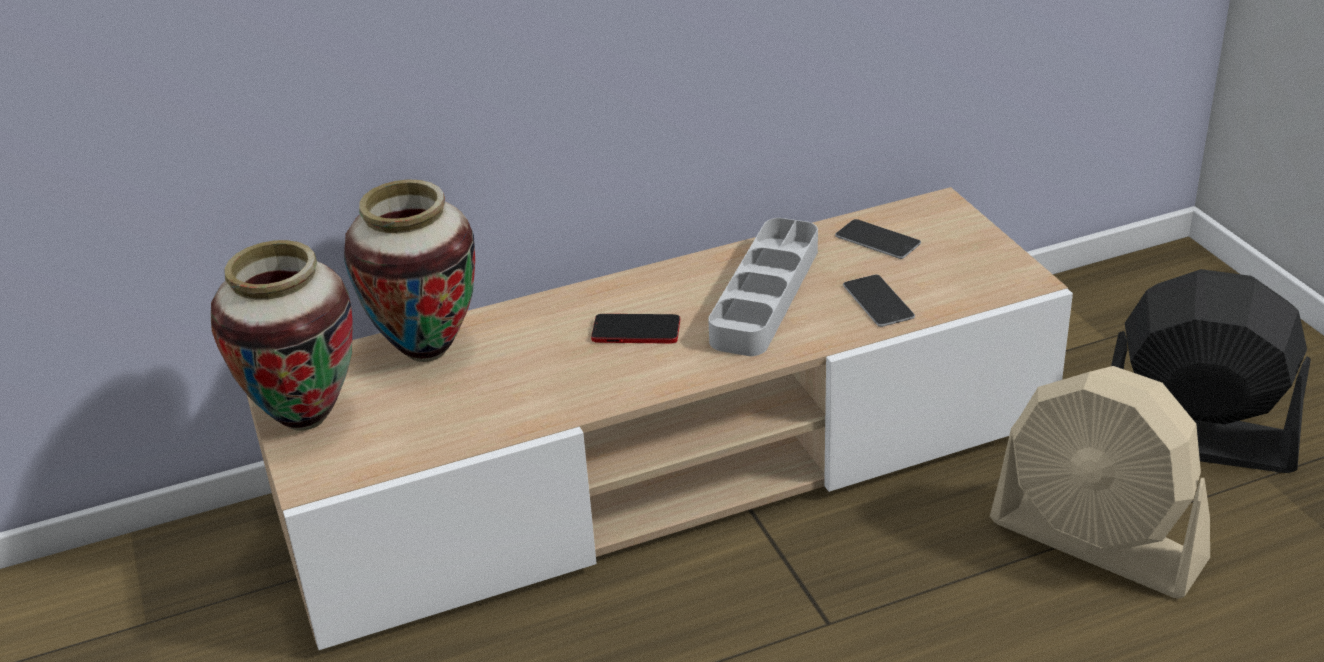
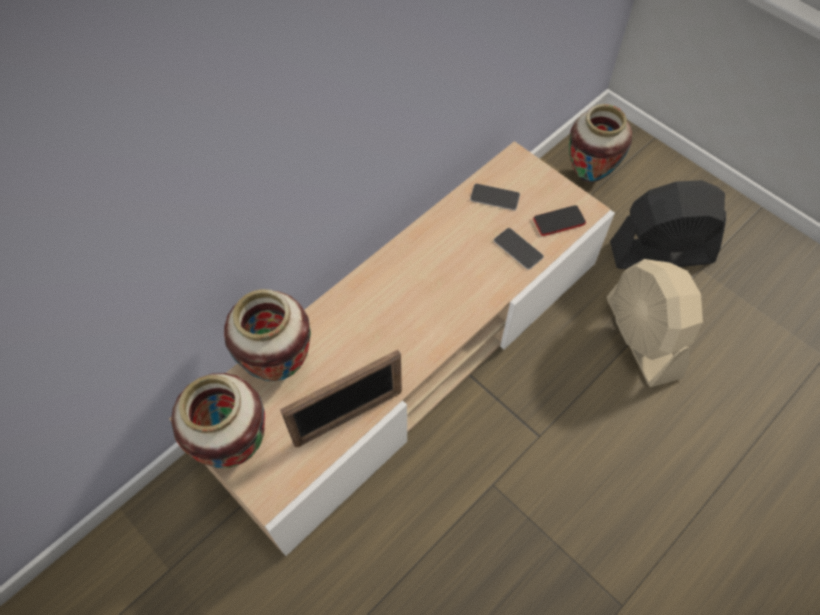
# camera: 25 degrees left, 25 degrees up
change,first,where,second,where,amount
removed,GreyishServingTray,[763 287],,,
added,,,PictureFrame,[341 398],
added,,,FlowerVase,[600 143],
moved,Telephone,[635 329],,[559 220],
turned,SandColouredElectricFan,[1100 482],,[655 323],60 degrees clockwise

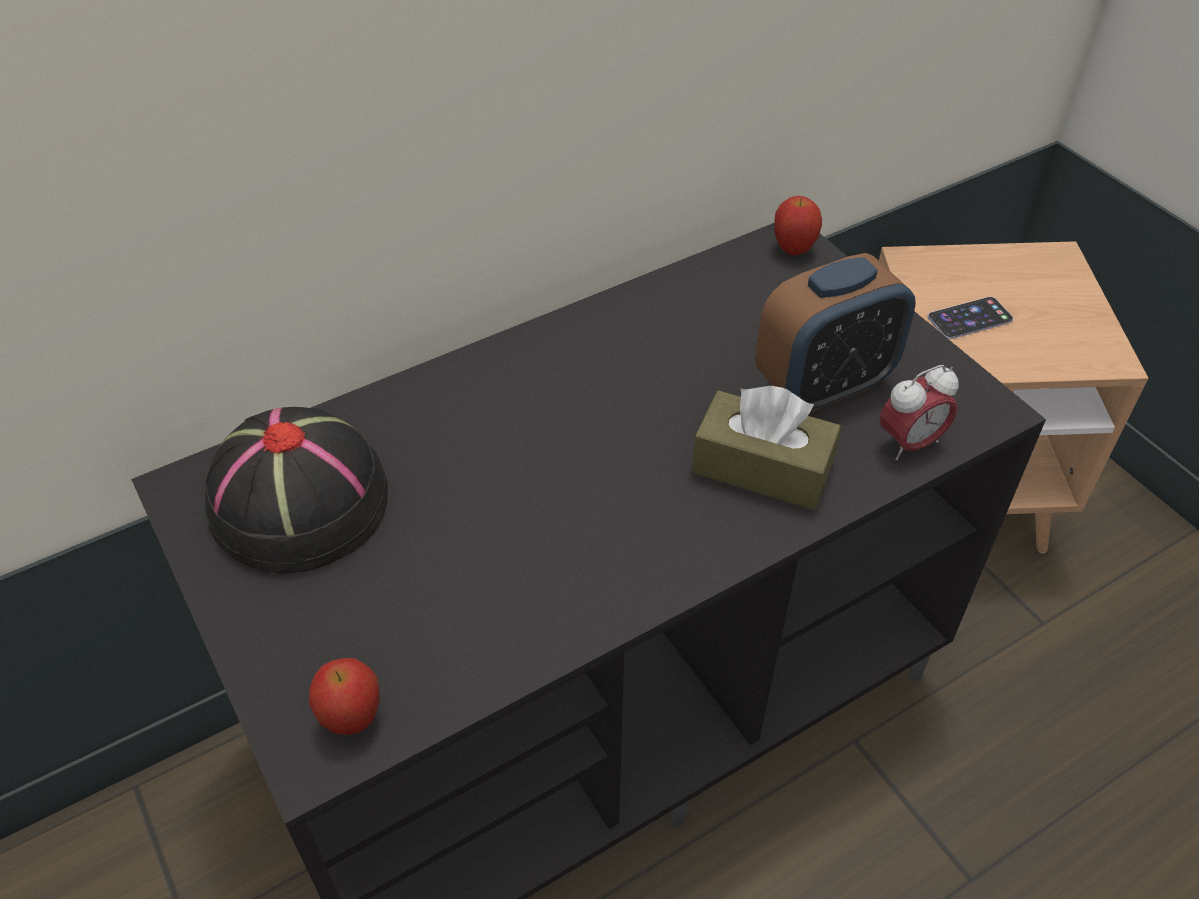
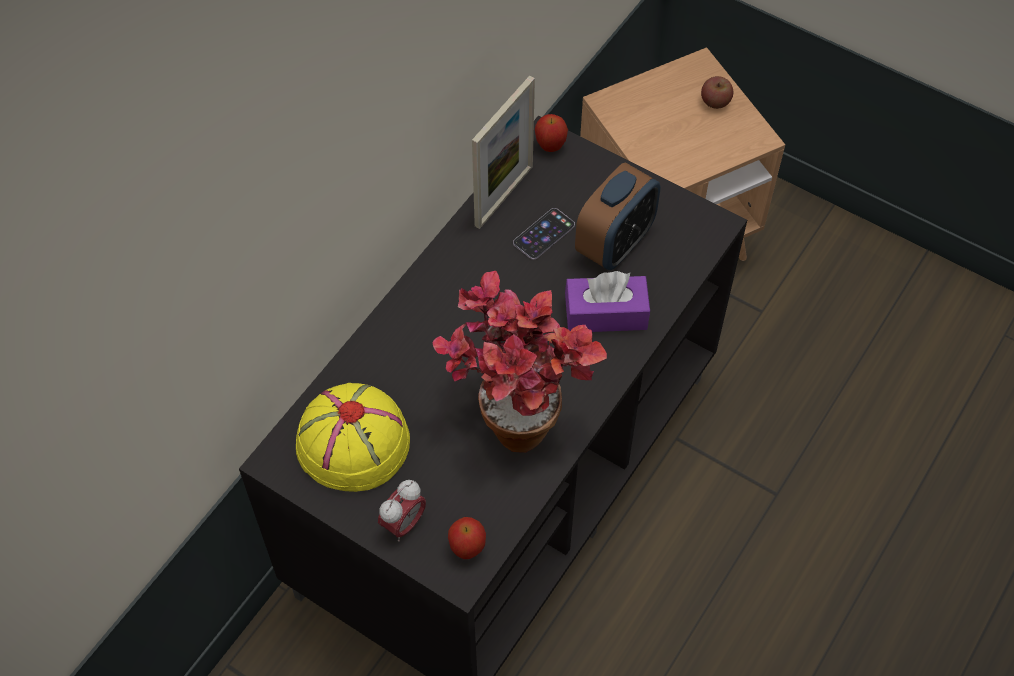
# camera: 25 degrees left, 10 degrees up
change,first,where,second,where,amount
added,,,PlantInAPot,[519 362],
added,,,PictureFrame,[503 152],
added,,,WholeApple,[717 92],
moved,AlarmClock,[919 412],,[402 511],
moved,Telephone,[970 318],,[544 234],
recoloured,BlackishClothingHat,[296 490],YellowishClothingHat,[353 437],
recoloured,BrownishTissueBox,[766 448],PurpleColouredTissueBox,[607 301],

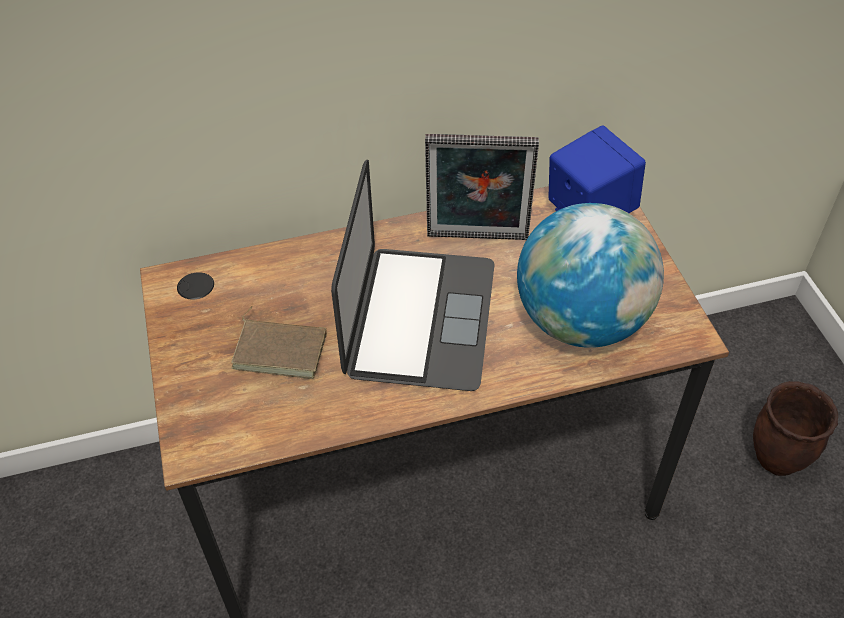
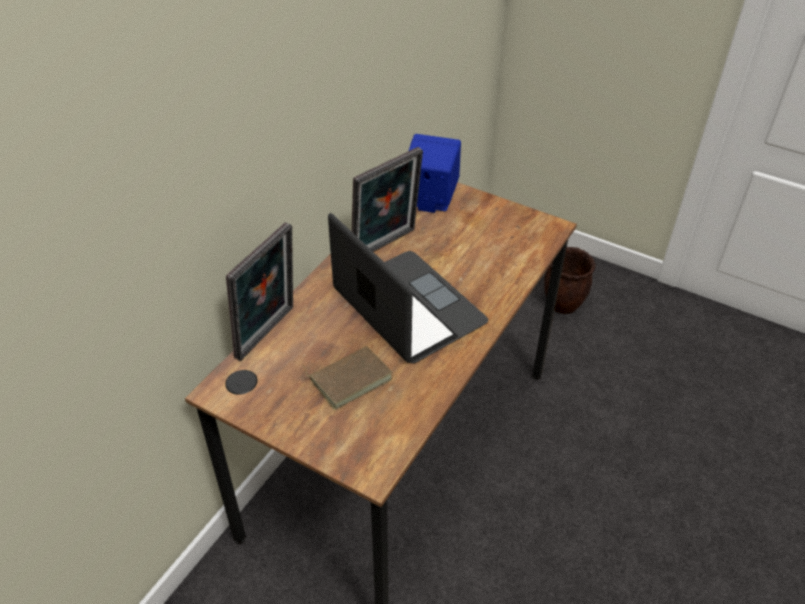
# camera: 45 degrees left, 5 degrees down
change,first,where,second,where,amount
removed,WorldGlobe,[590 275],,,
added,,,PictureFrame,[259 291],

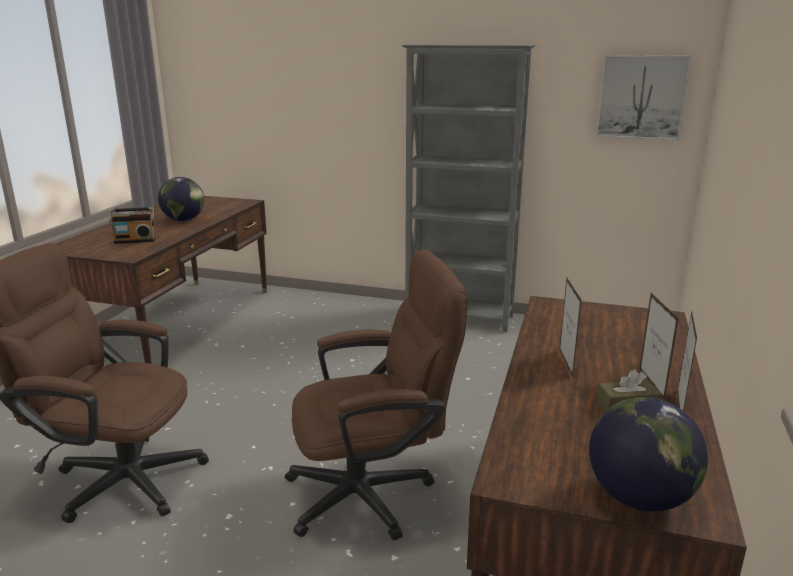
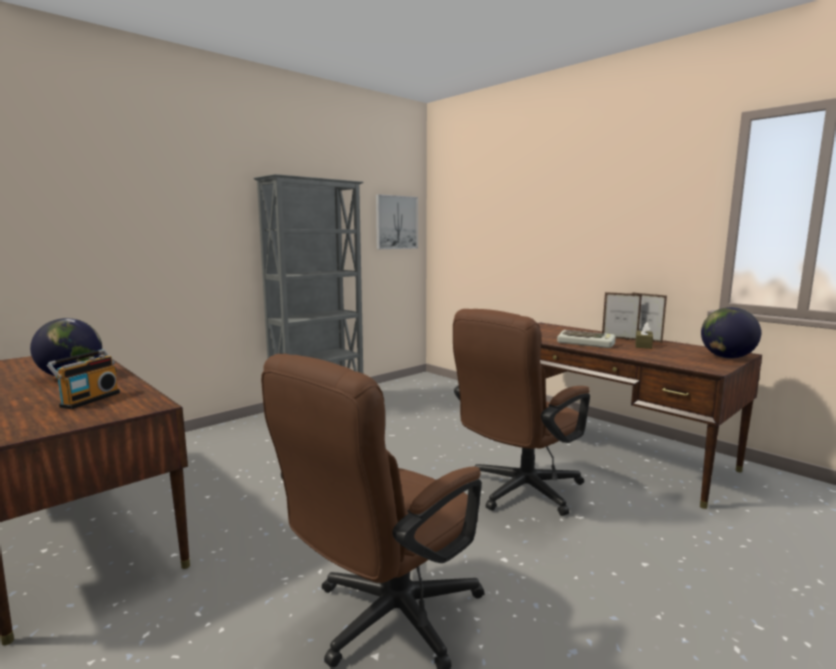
# camera: 60 degrees left, 10 degrees down
change,first,where,second,where,amount
replaced,PictureFrame,[570 327],PcKeyboard,[586 339],
turned,BrownishDeskChair,[376 395],,[521 412],150 degrees counterclockwise

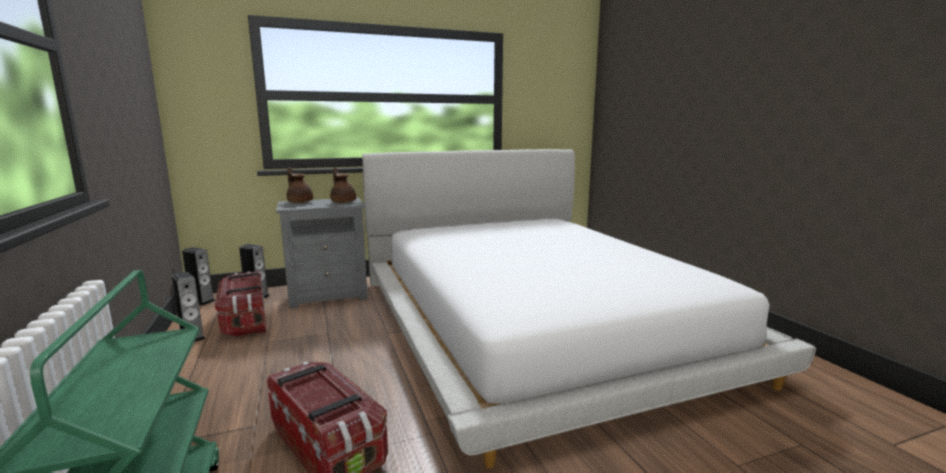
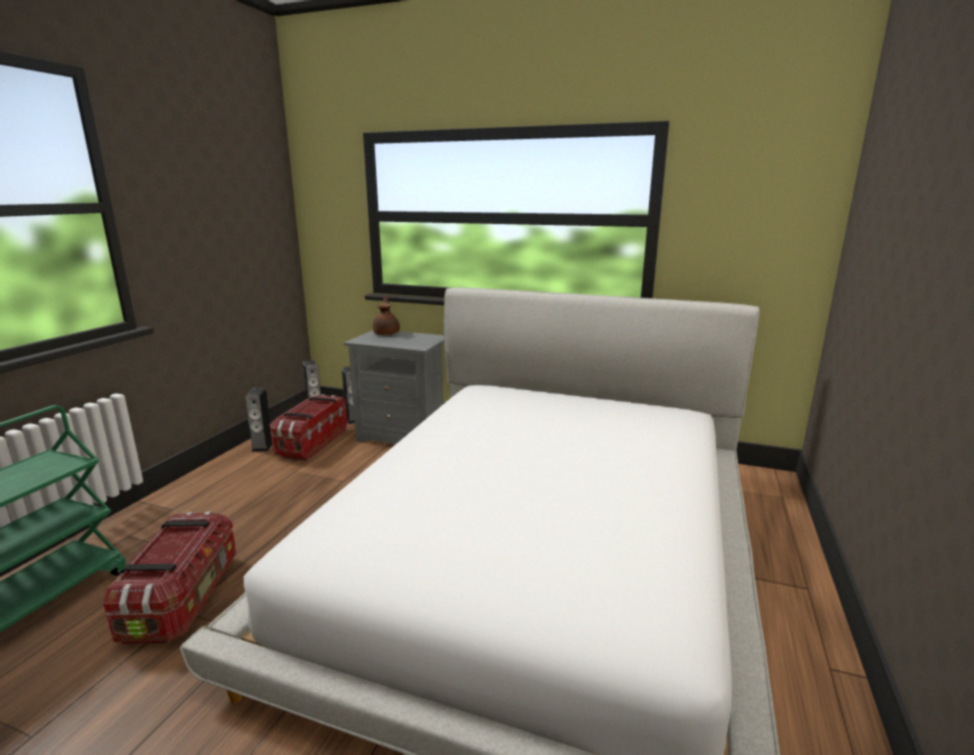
# camera: 40 degrees right, 5 degrees up
change,first,where,second,where,amount
removed,BrownishTeapot,[343 185],,,

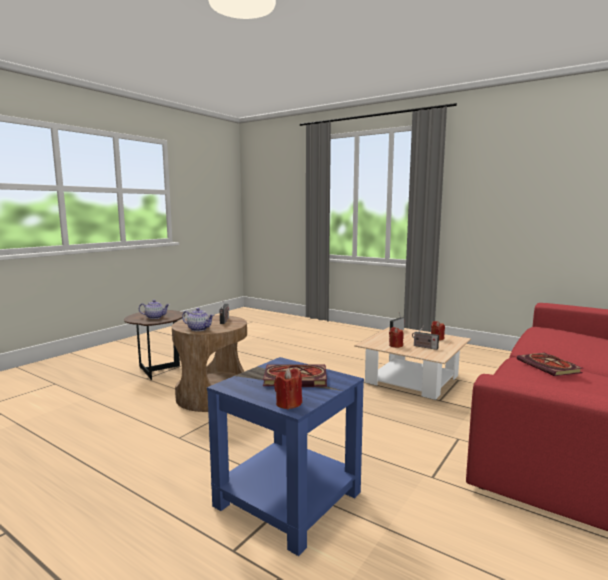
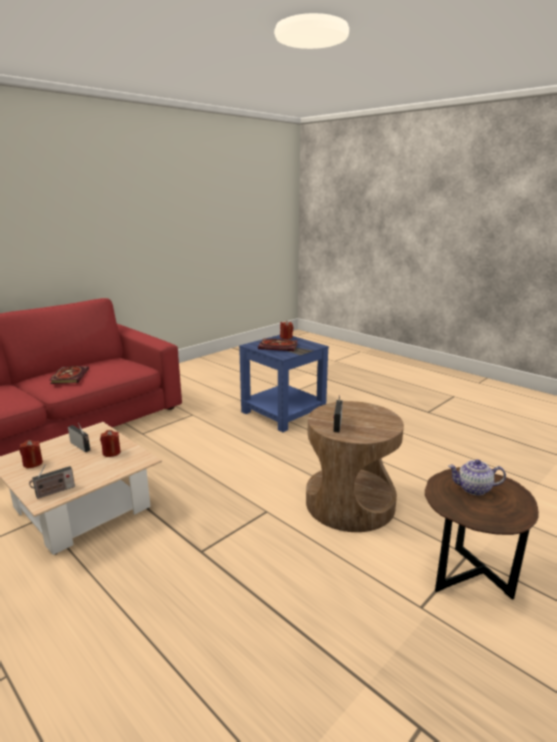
# camera: 170 degrees left, 10 degrees up
change,first,where,second,where,amount
removed,Teapot,[198 319],,,

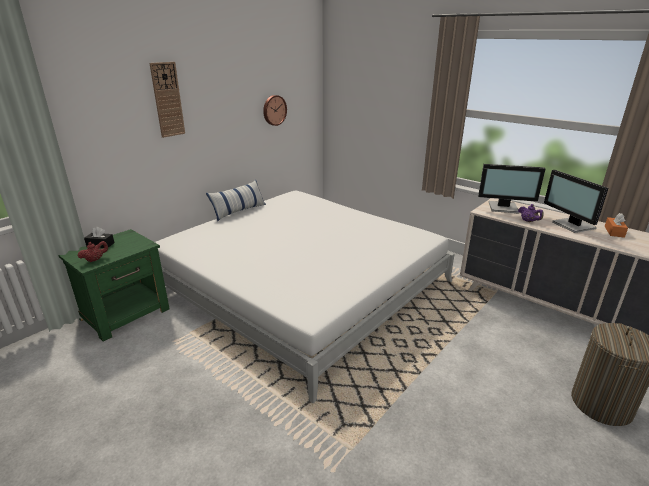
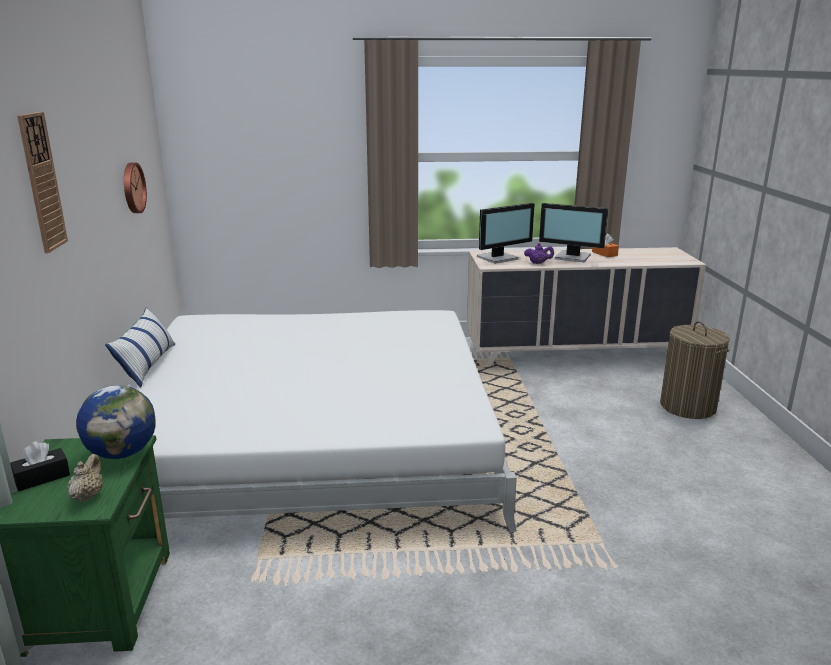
# camera: 45 degrees left, 5 degrees down
change,first,where,second,where,amount
added,,,WorldGlobe,[116 422],
recoloured,ReddishTeapot,[92 251],SandColouredTeapot,[85 478],

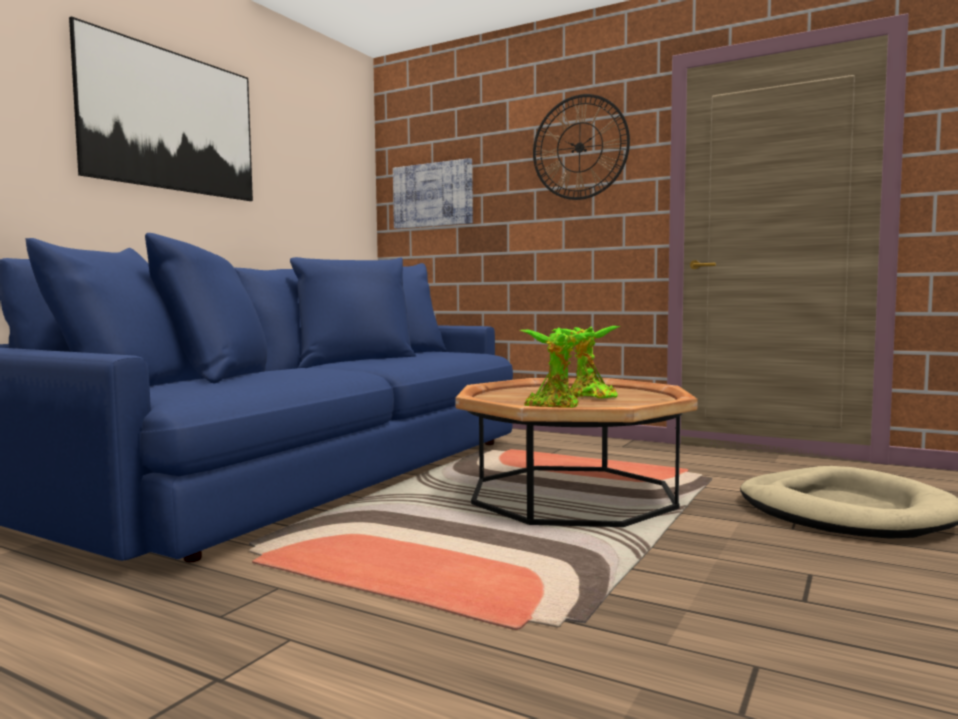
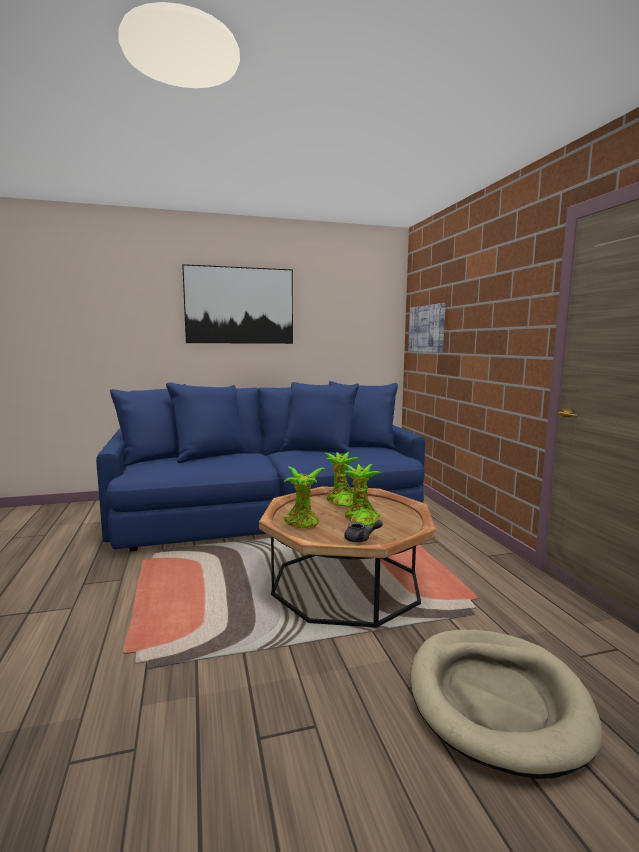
# camera: 45 degrees right, 5 degrees up
change,first,where,second,where,amount
removed,HangingClock,[581 147],,,
added,,,PlantInAPot,[342 479],
added,,,GreyishTeapot,[363 531],

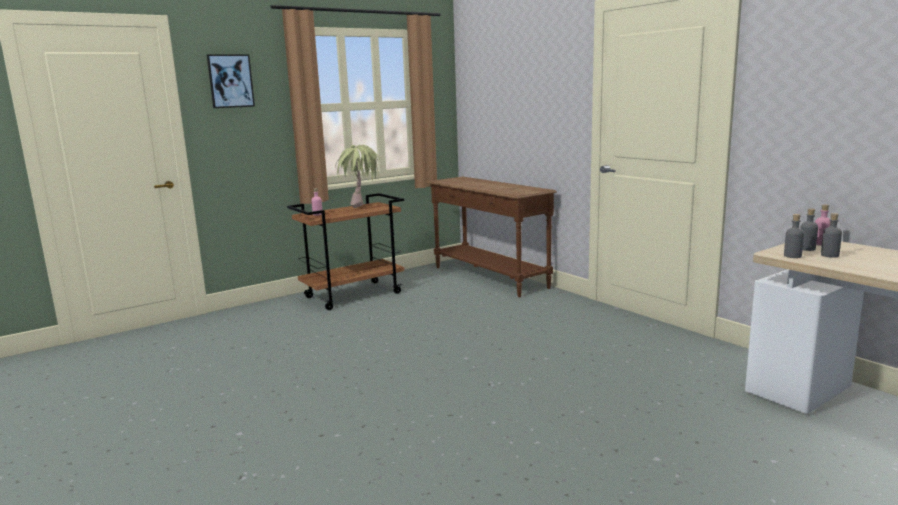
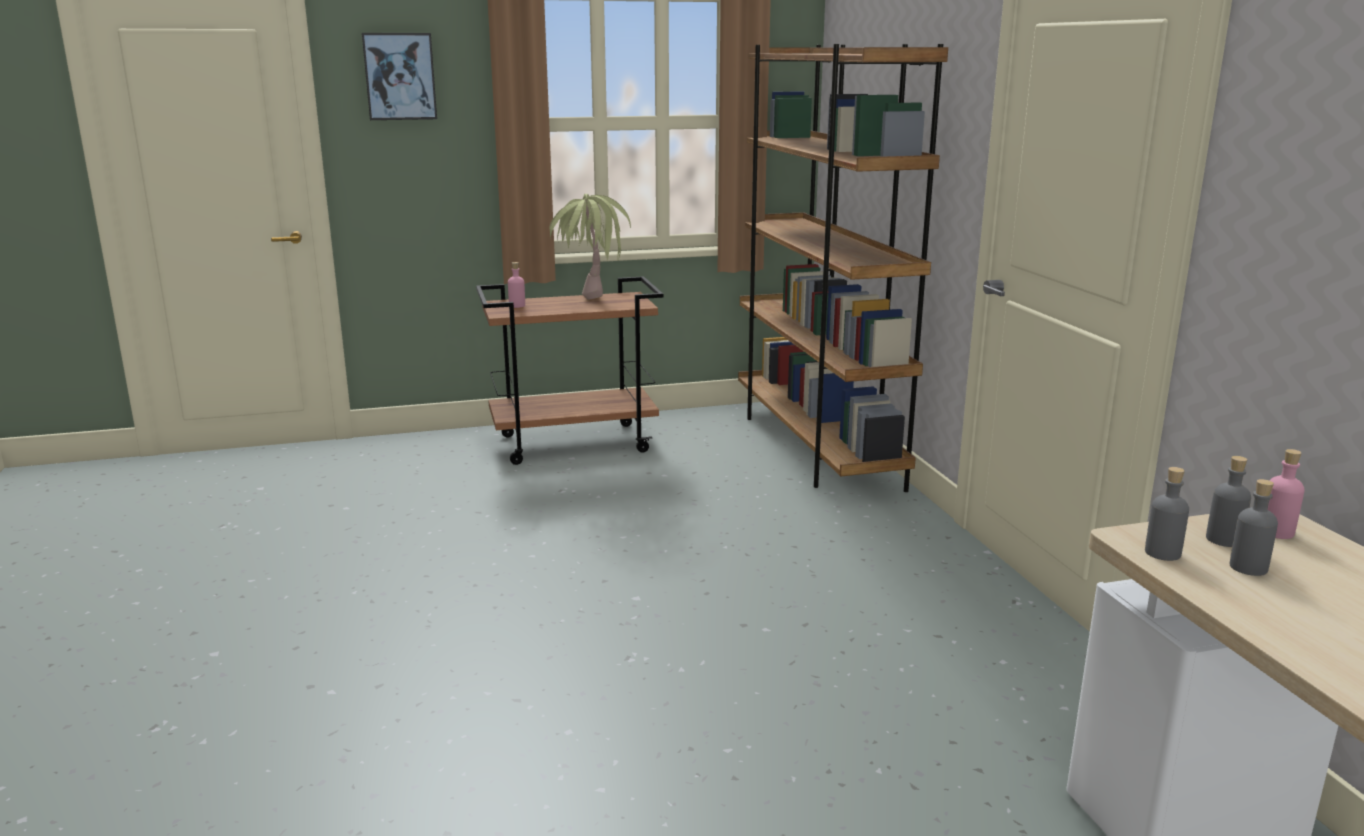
# camera: 20 degrees right, 5 degrees up
change,first,where,second,where,amount
replaced,BrownishHallTable,[491 237],BrownishBookshelf,[843 268],

